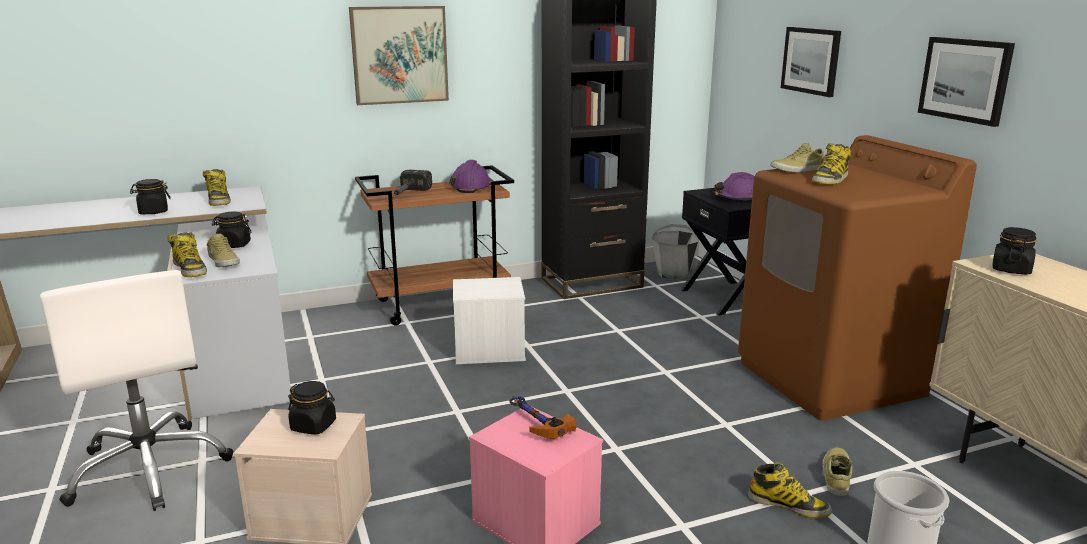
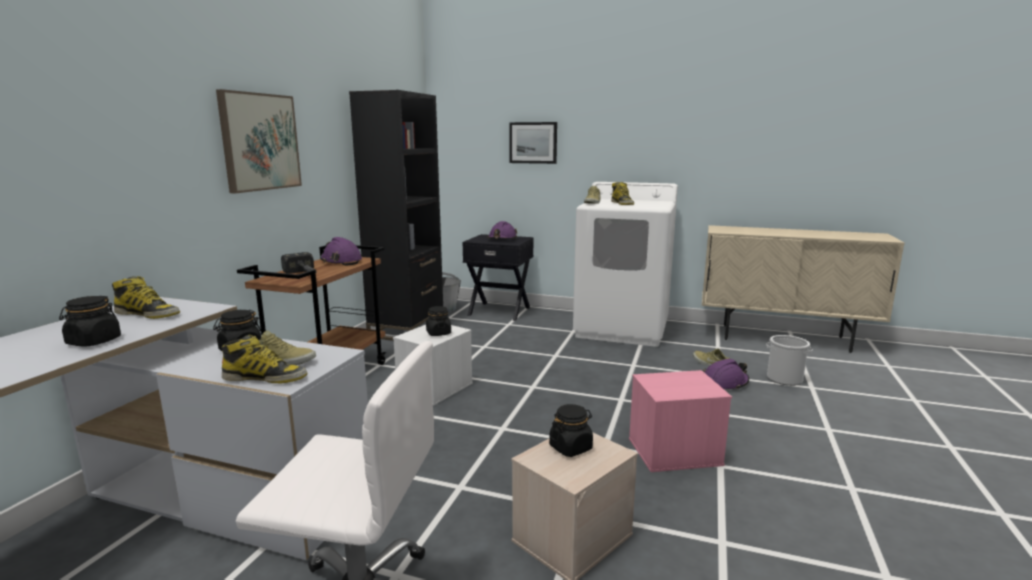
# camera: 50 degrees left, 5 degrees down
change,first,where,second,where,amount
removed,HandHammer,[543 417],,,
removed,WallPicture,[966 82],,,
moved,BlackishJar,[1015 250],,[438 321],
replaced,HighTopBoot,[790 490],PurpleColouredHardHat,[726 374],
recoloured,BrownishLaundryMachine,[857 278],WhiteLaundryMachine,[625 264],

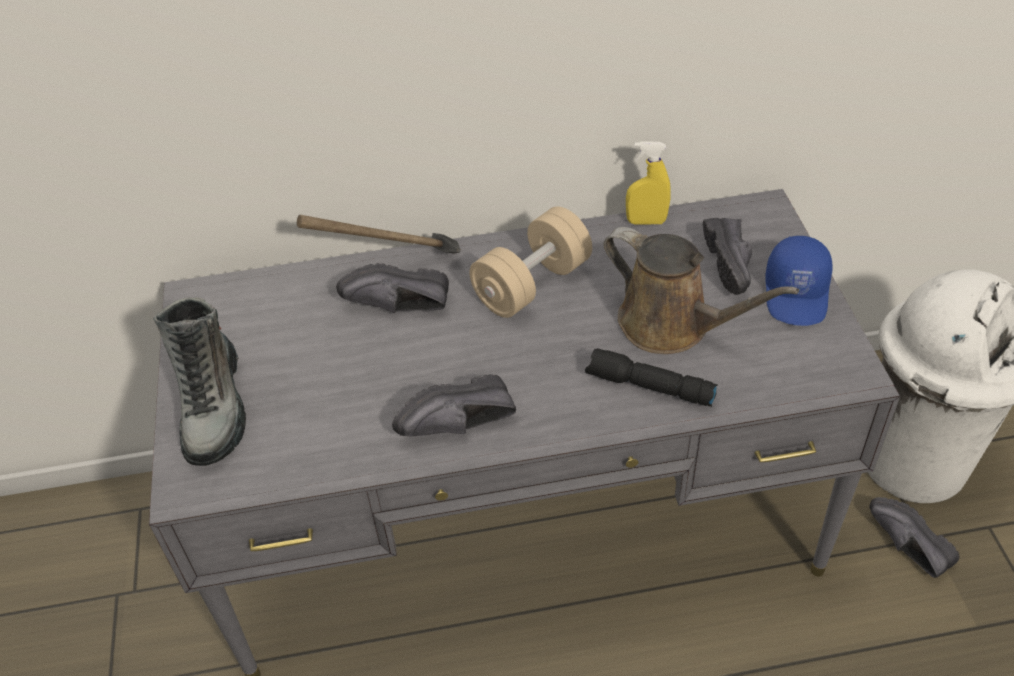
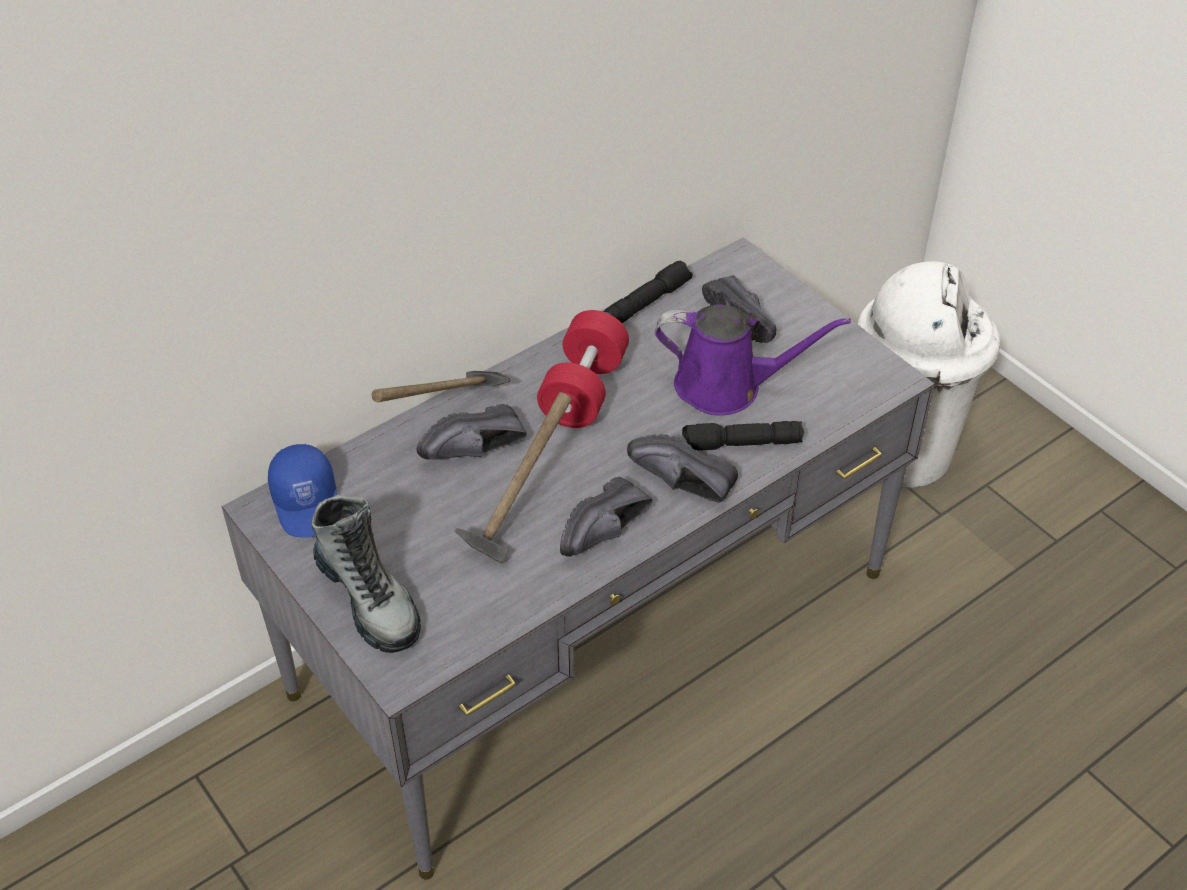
# camera: 30 degrees left, 0 degrees up
change,first,where,second,where,amount
added,,,HandHammer,[513 477],
moved,BlueBaseballCap,[798 281],,[302 491],
moved,BlackishLowShoe,[914 537],,[682 468],
replaced,YellowishSprayBottle,[648 183],BlackishTorch,[648 292],
recoloured,SandColouredFreeWeight,[530 262],ReddishFreeWeight,[583 369],
recoloured,BrownishSprinklingCan,[701 290],PurpleColouredSprinklingCan,[753 360],

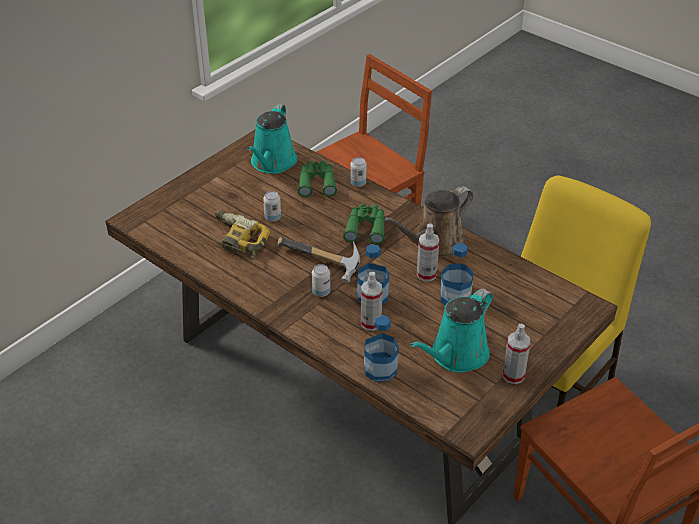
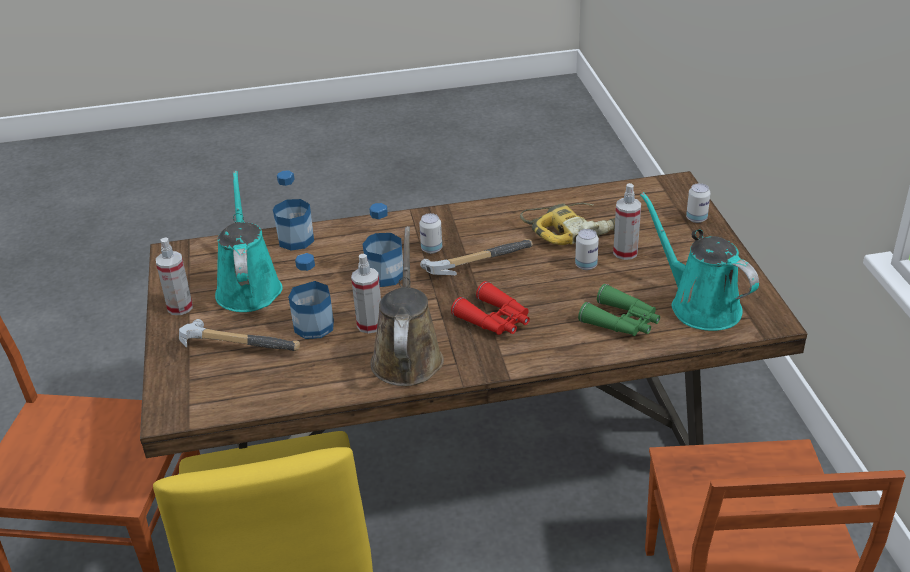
# camera: 130 degrees right, 5 degrees down
change,first,where,second,where,amount
added,,,HandHammer,[239 335],
moved,SealedCan,[359 172],,[698 203],
moved,SprayBottle,[372 301],,[627 221],
recoloured,GreenColouredPairOfBinoculars,[364 224],ReddishPairOfBinoculars,[490 308],

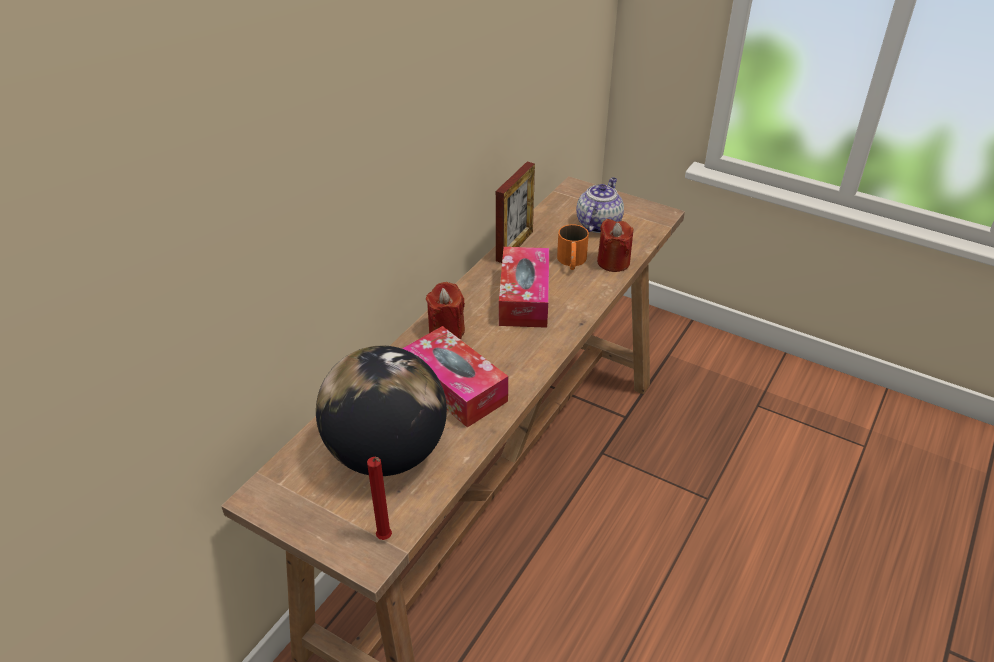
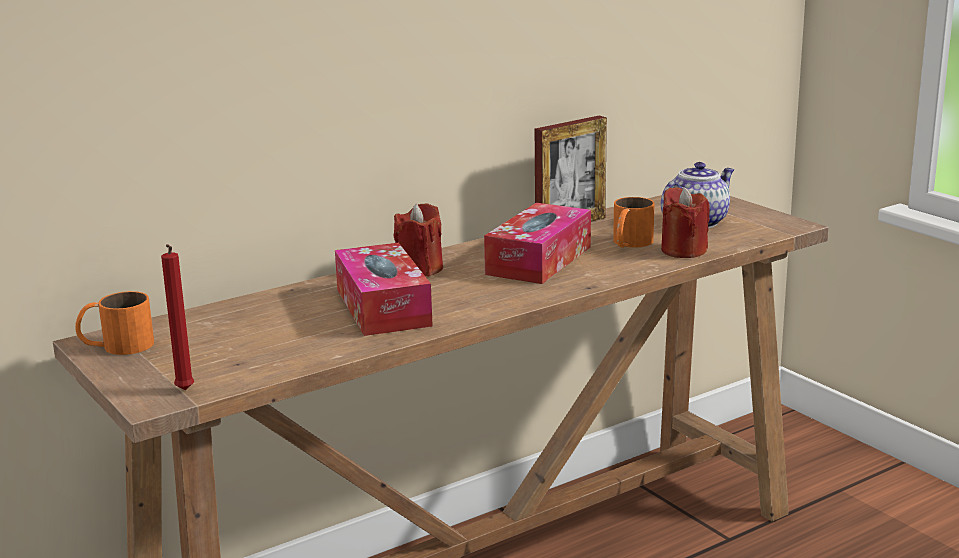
# camera: 25 degrees right, 20 degrees down
change,first,where,second,where,amount
removed,WorldGlobe,[381 411],,,
added,,,OrangeColouredCoffeeMug,[114 323],

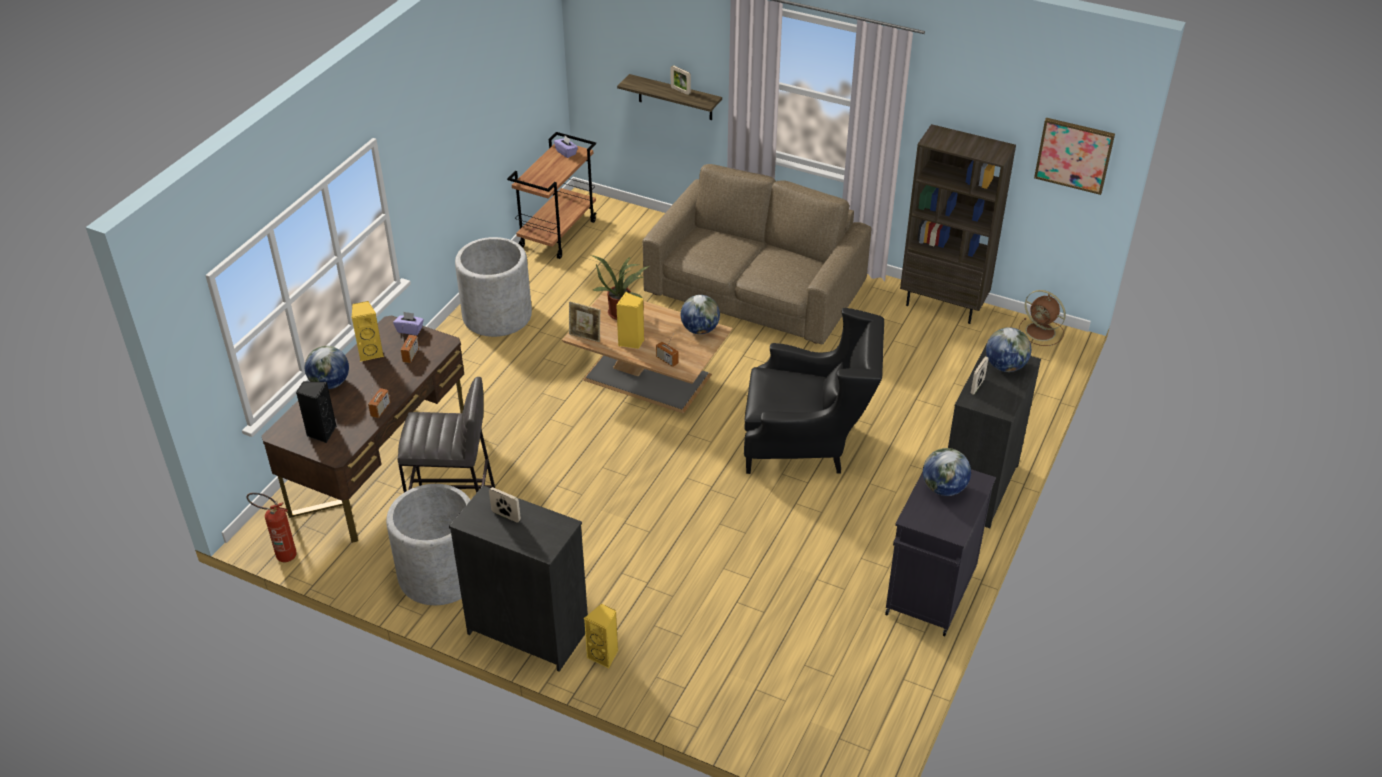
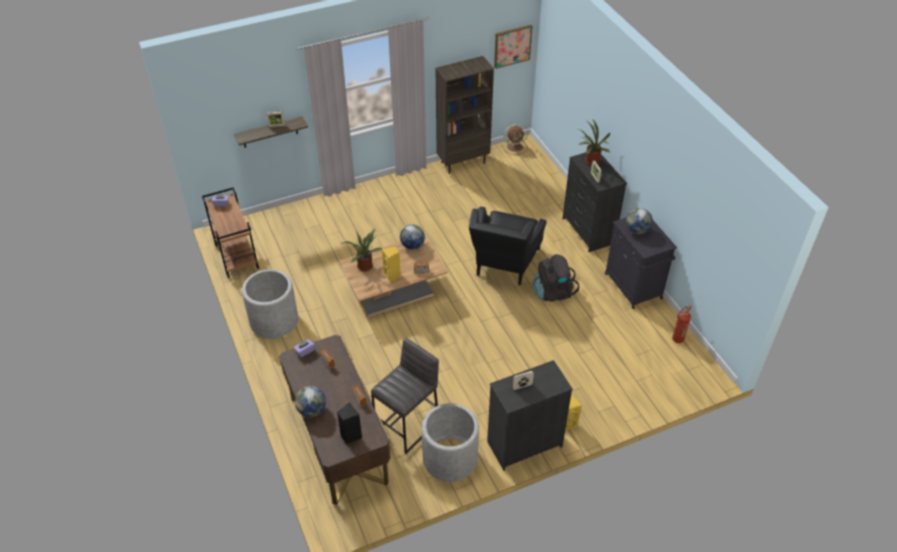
# camera: 50 degrees left, 5 degrees up
change,first,where,second,where,amount
removed,YellowishSpeaker,[368 331],,,
removed,PictureFrame,[584 321],,,
removed,BrownishCouch,[757 254],,,
added,,,BlackishKnapsack,[555 277],
moved,FireExtinguisher,[272 527],,[682 324],
replaced,WorldGlobe,[1008 349],PlantInAPot,[594 142],
turned,BlackishArmchair,[814 391],,[508 246],150 degrees clockwise

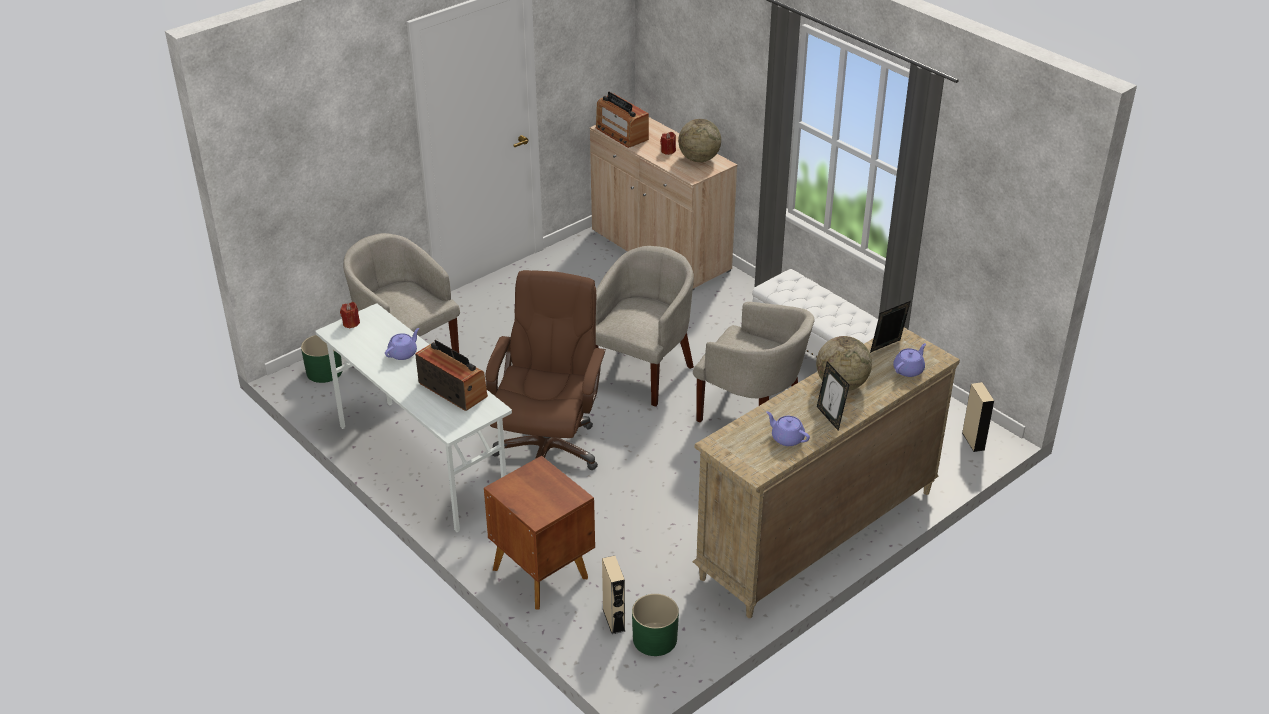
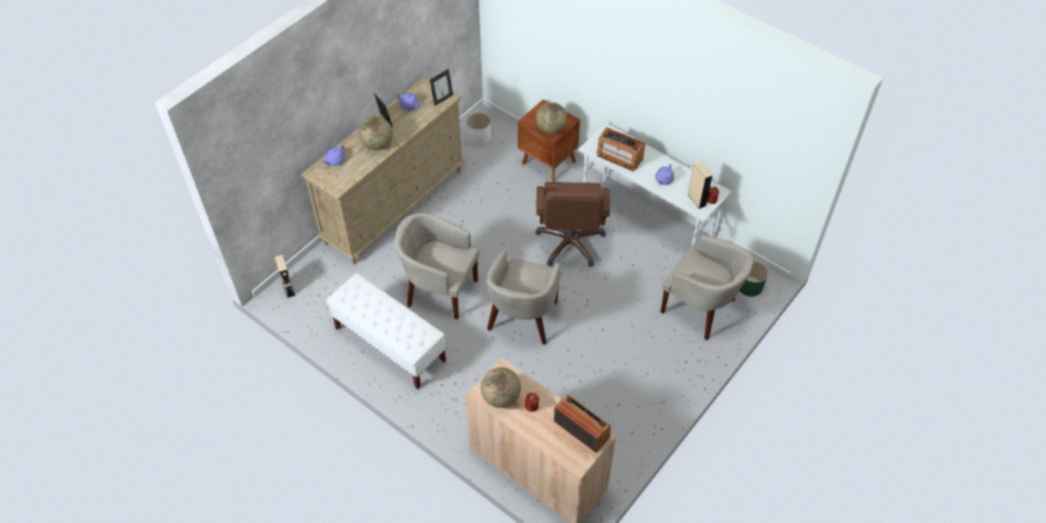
# camera: 170 degrees right, 15 degrees up
change,first,where,second,where,amount
added,,,WorldGlobe,[551 118],
moved,SandColouredSpeaker,[613 595],,[700 185],
moved,PictureFrame,[890 327],,[441 87],
recoloured,GreenColouredPlantPot,[655 625],WhitePlantPot,[478 129],

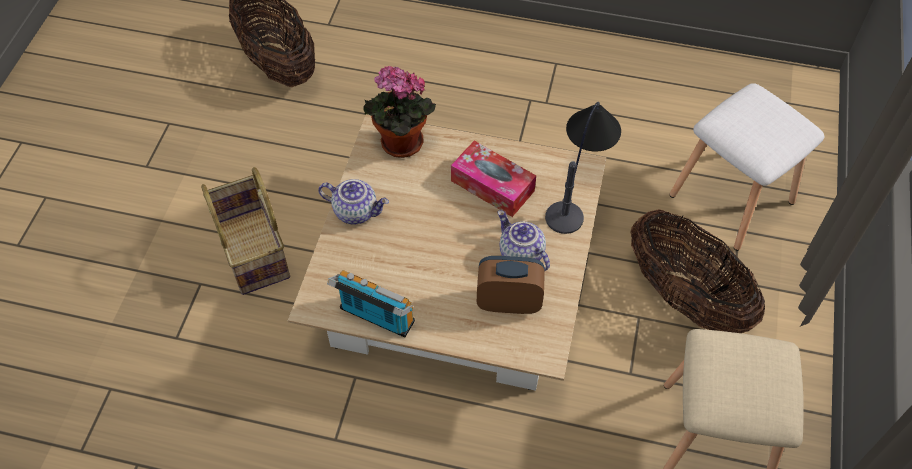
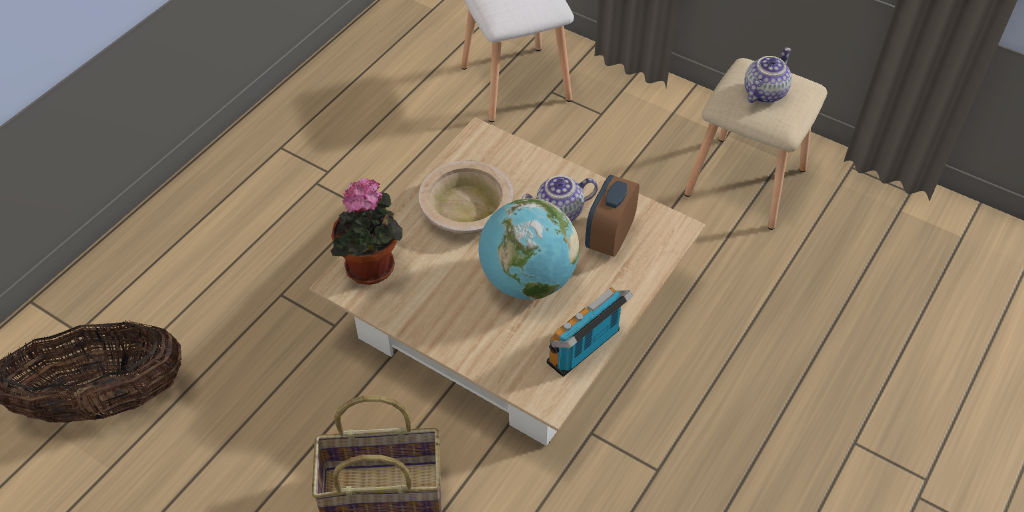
# camera: 70 degrees left, 5 degrees down
change,first,where,second,where,amount
removed,LampForATable,[583 168],,,
removed,StorageBasket,[698 271],,,
added,,,WorldGlobe,[529 249],
moved,Teapot,[353 202],,[768 75],
replaced,TissueBox,[493 179],SandColouredServingBowl,[466 197],

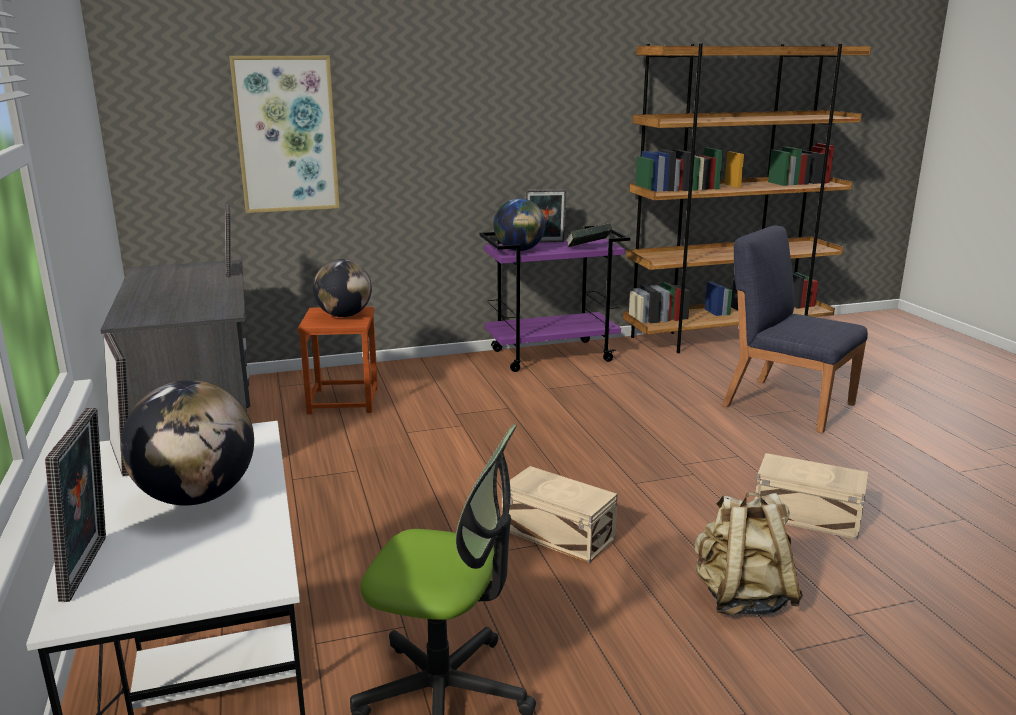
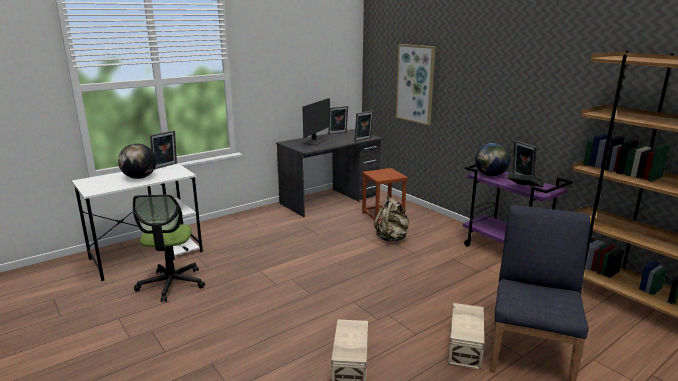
# camera: 70 degrees right, 0 degrees up
change,first,where,second,where,amount
removed,WorldGlobe,[342 288],,,
added,,,ComputerScreen,[316 121],
moved,PictureFrame,[75 505],,[338 120],
moved,SandColouredStorageBin,[559 514],,[466 336],
moved,SandColouredKnapsack,[749 553],,[391 219],

